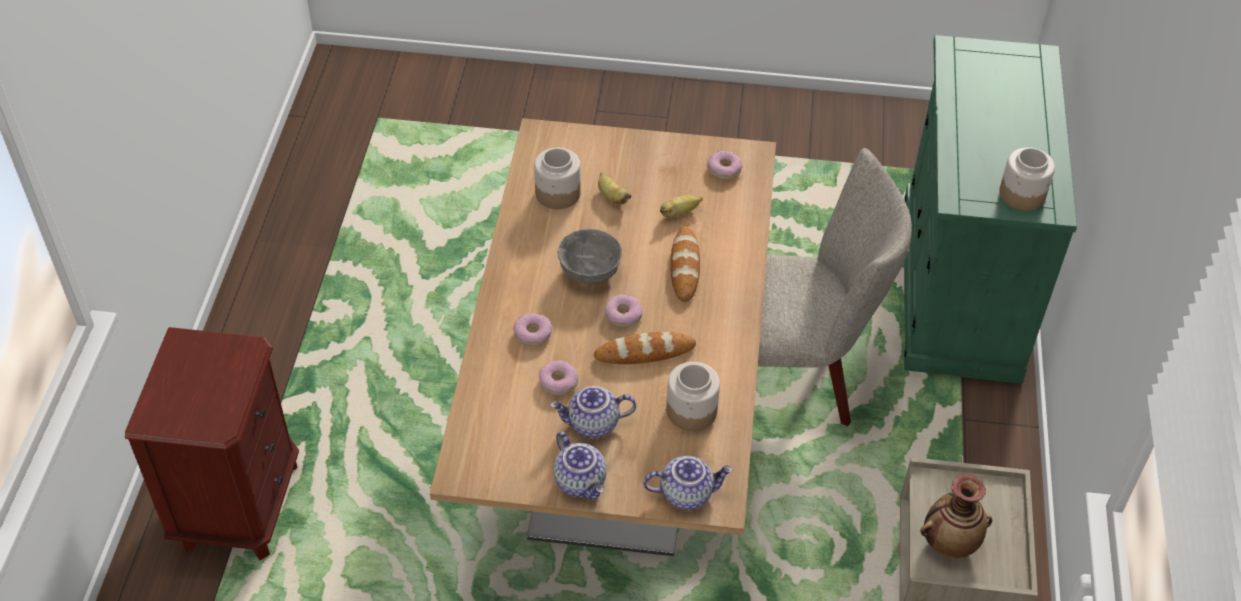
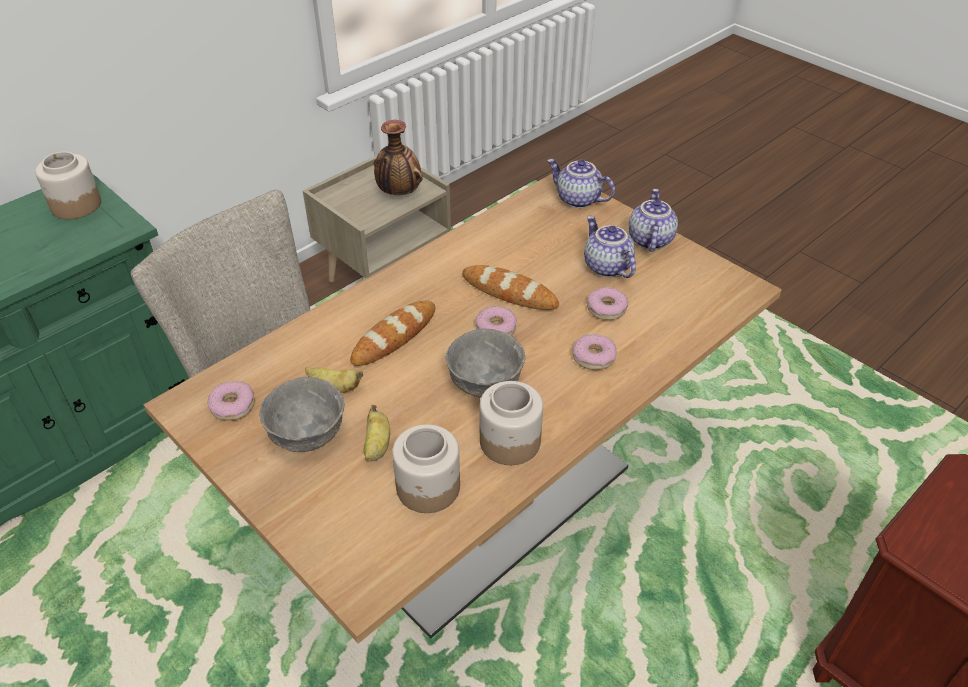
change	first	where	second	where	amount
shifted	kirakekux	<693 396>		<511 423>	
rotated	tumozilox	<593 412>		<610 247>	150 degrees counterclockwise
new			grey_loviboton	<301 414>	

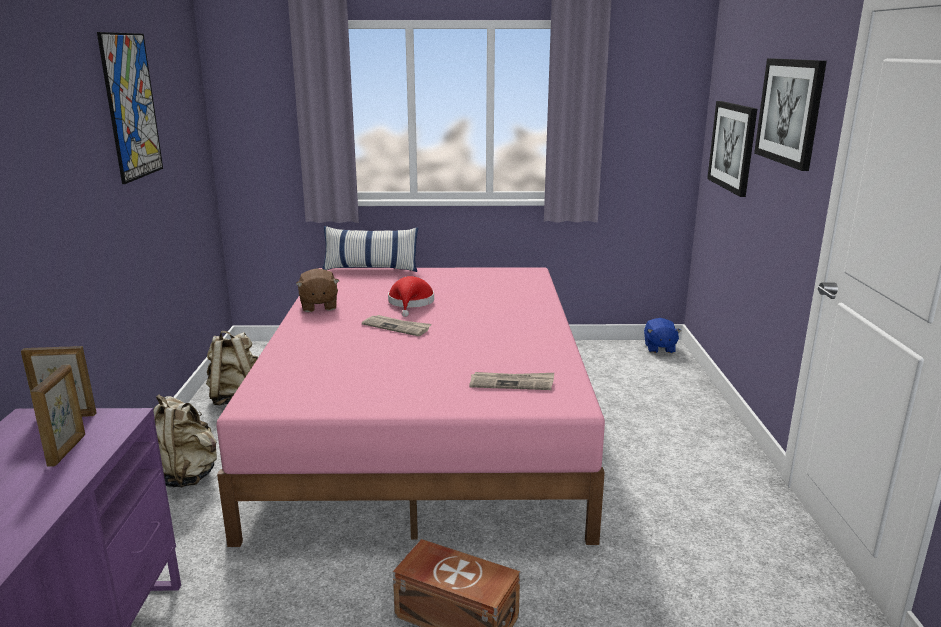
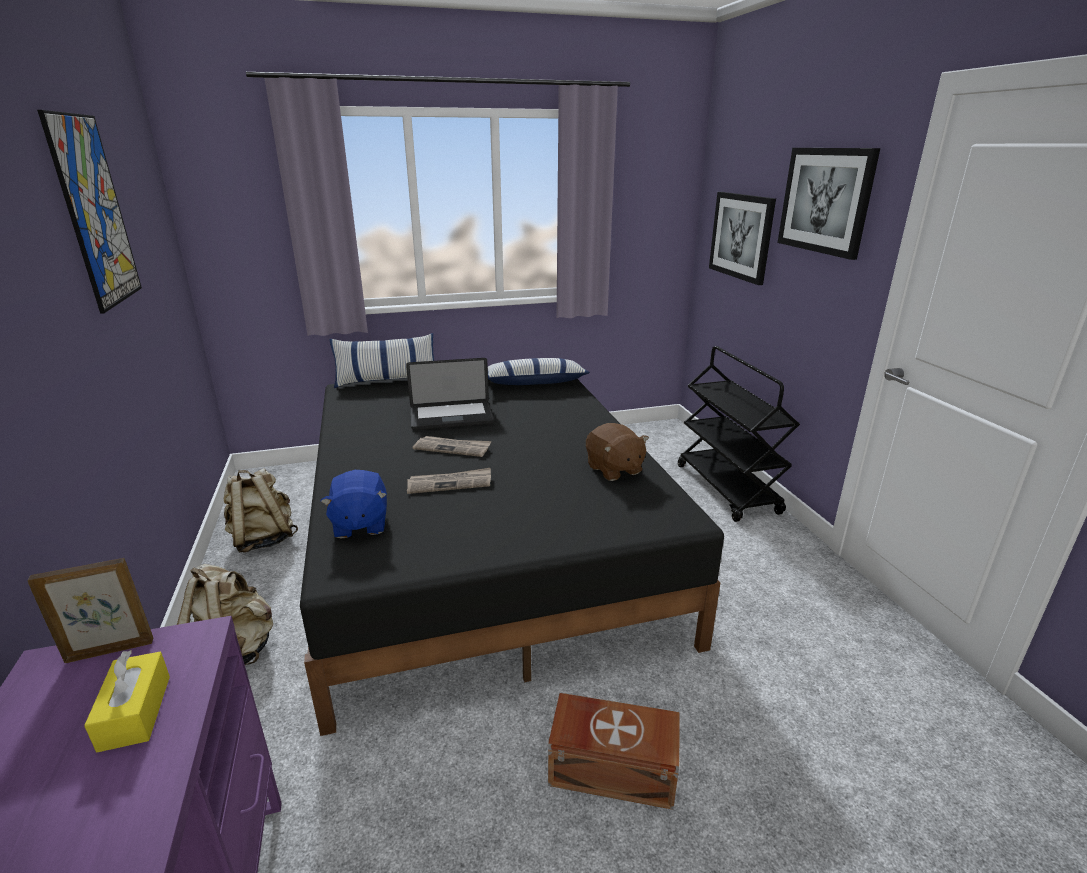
change	first	where	second	where	amount
repainted	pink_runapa	<410 407>	black_runapa	<512 557>	
shifted	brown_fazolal	<317 290>		<617 452>	
swapped	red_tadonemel	<411 296>	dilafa	<450 394>	
shifted	blue_fazolal	<663 335>		<354 504>	
swapped	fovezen	<57 416>	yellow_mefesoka	<127 701>	
shifted	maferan	<511 381>		<449 481>	
new			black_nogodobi	<739 434>	
new			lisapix	<539 371>	

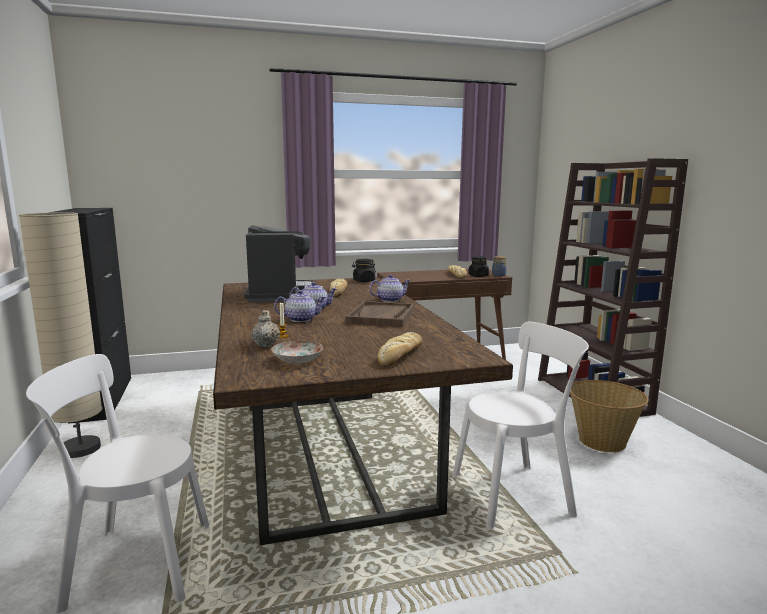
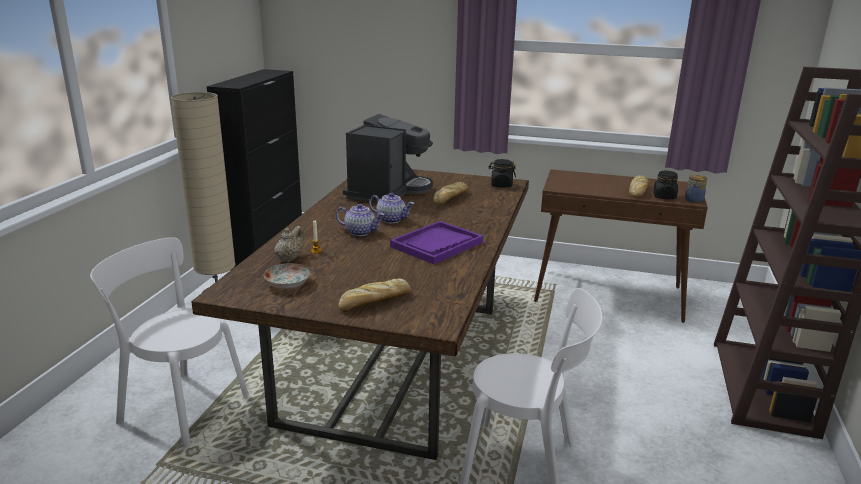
change	first	where	second	where	amount
gone	tumozilox	<390 288>			
repainted	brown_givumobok	<379 314>	purple_givumobok	<436 242>	
gone	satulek	<609 416>			

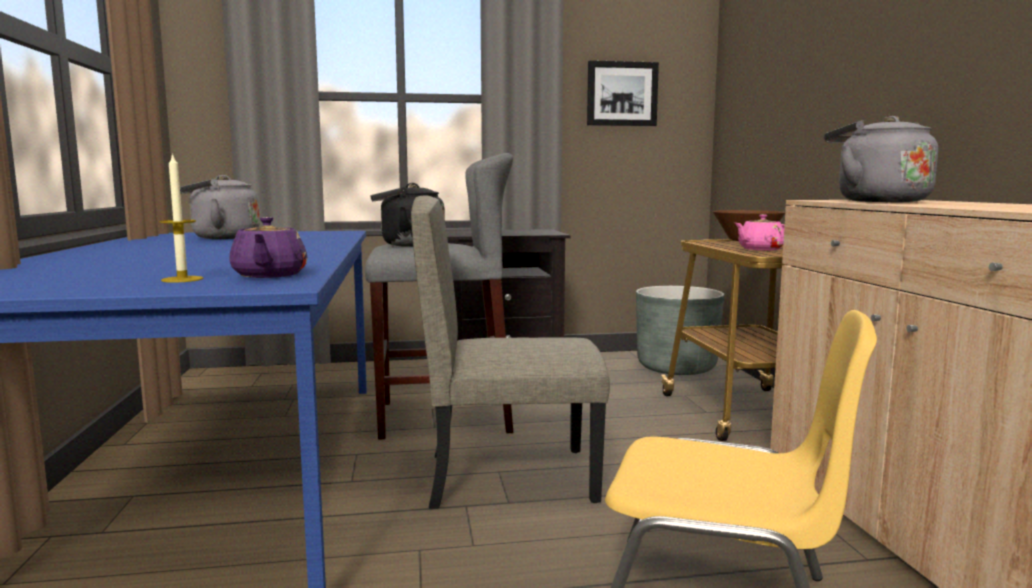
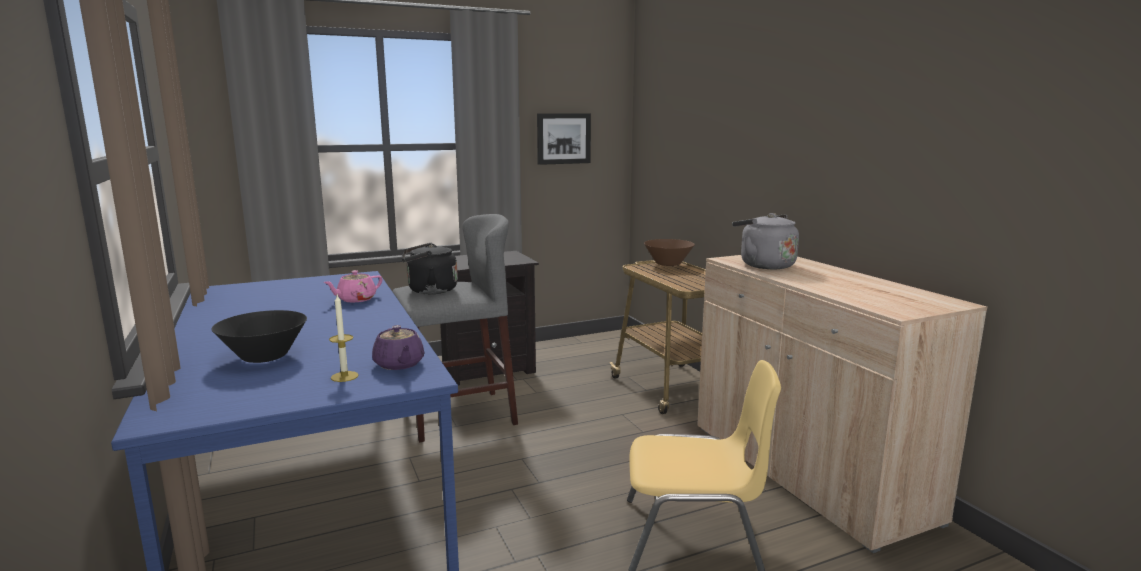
change	first	where	second	where	amount
gone	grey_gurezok	<220 207>			
gone	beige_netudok	<510 352>			
shifted	pink_tumozilox	<760 232>		<353 286>	
gone	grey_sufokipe	<680 330>			
new			black_loviboton	<259 336>	

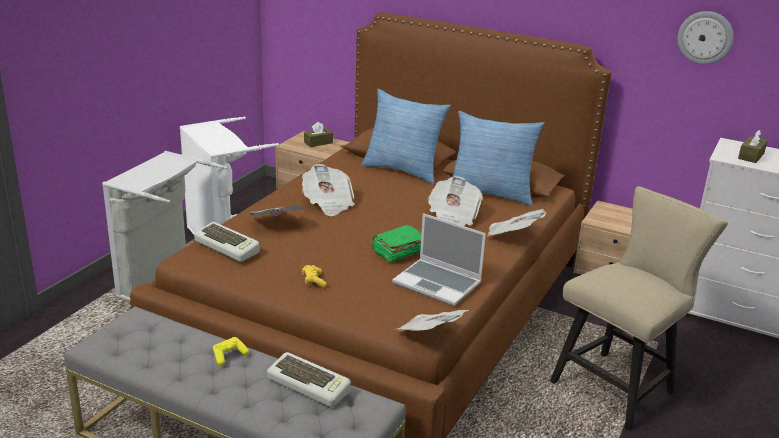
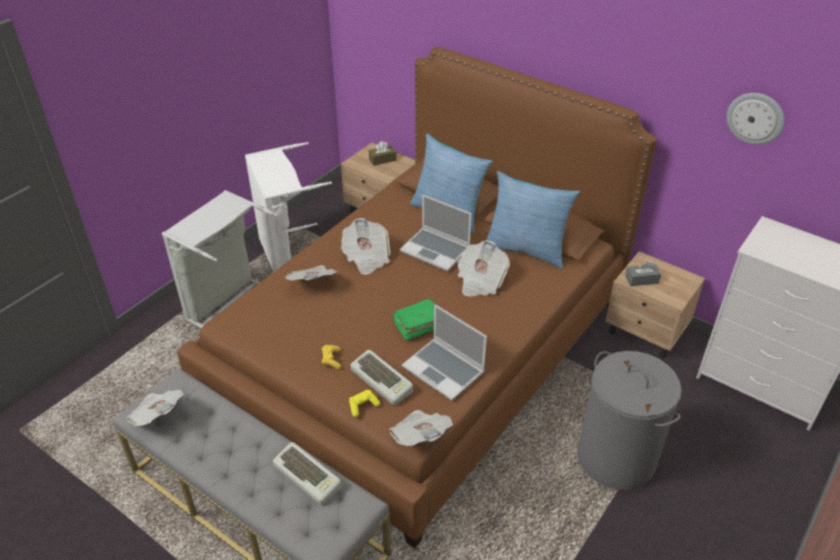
change	first	where	second	where	amount
gone	brown_mefesoka	<753 146>			
swapped	beige_netudok	<639 308>	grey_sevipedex	<629 420>	
shifted	maferan	<516 222>		<155 407>	
shifted	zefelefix	<226 242>		<381 377>	
shifted	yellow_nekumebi	<231 351>		<364 403>	
new			dilafa	<436 233>	
new			grey_mefesoka	<643 273>	

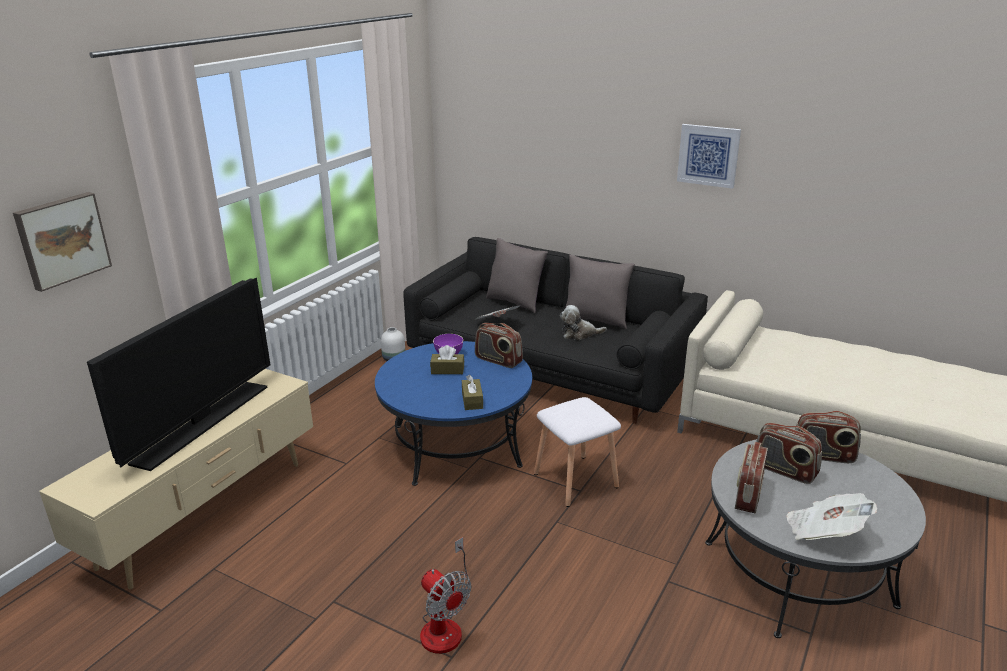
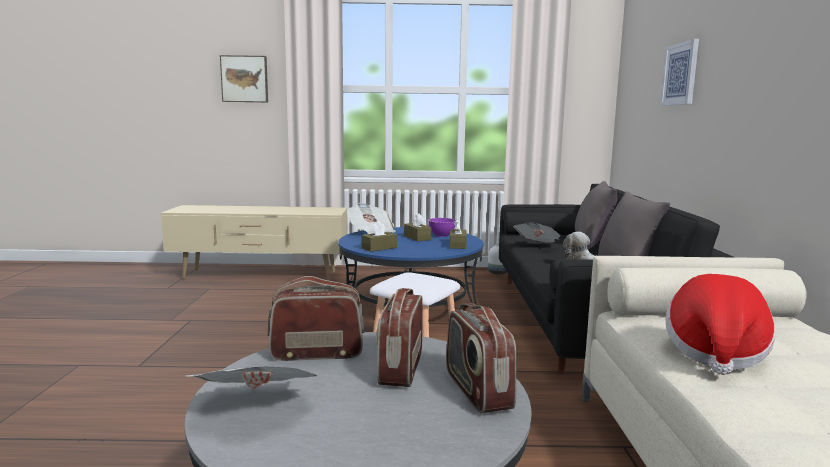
change	first	where	second	where	amount
shifted	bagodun	<709 156>		<679 72>	
gone	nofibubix	<178 374>			
swapped	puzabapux	<499 345>	brown_mefesoka	<458 234>	
gone	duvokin	<445 595>			
new			maferan	<372 218>	
new			tadonemel	<720 324>	

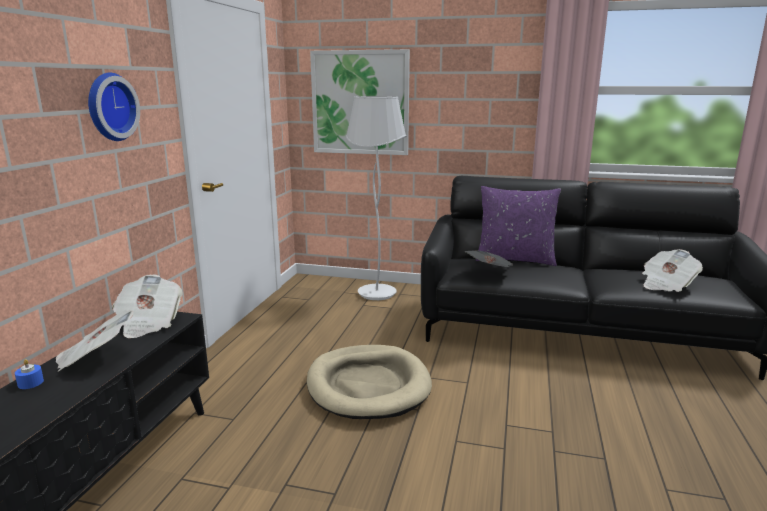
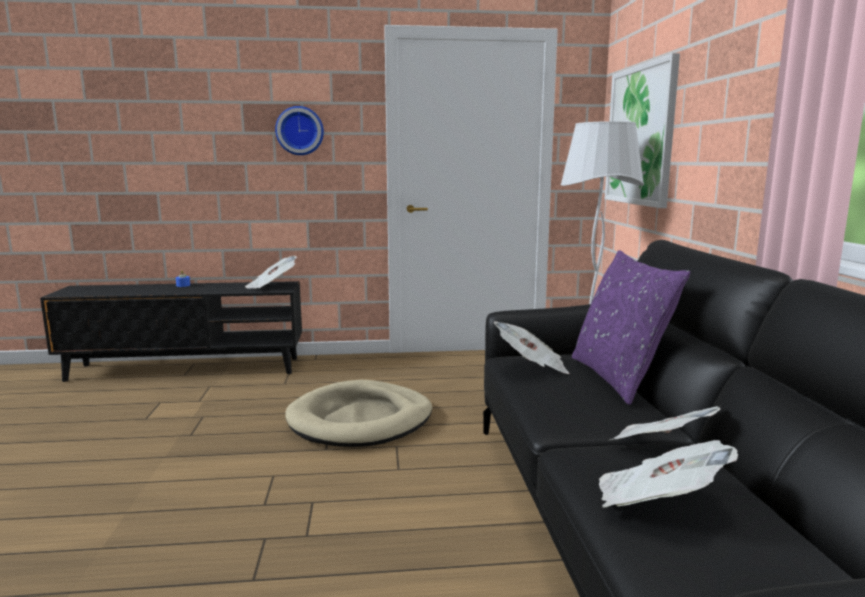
change	first	where	second	where	amount
shifted	maferan	<94 341>		<665 423>	

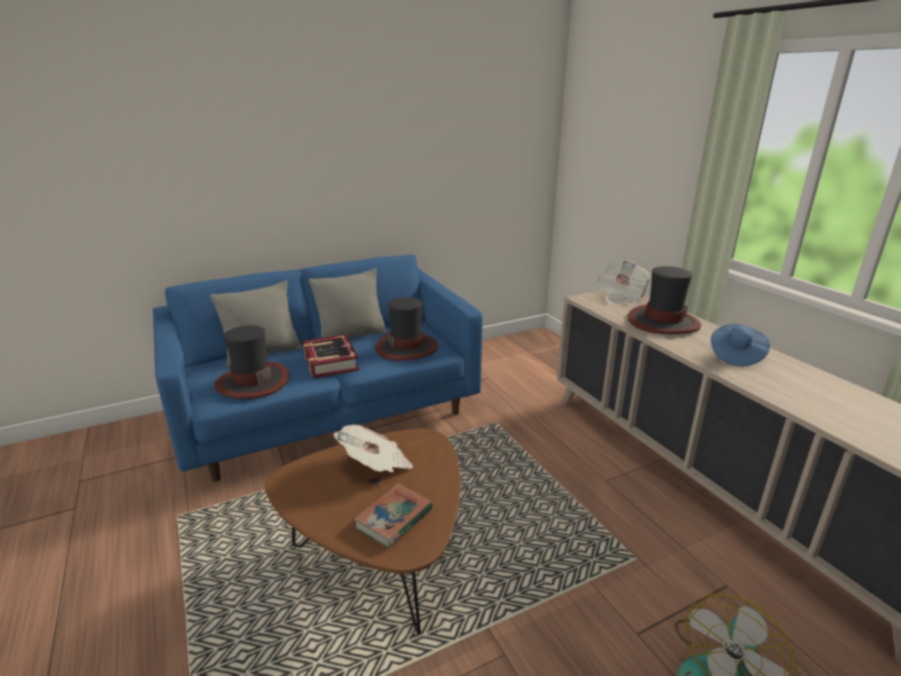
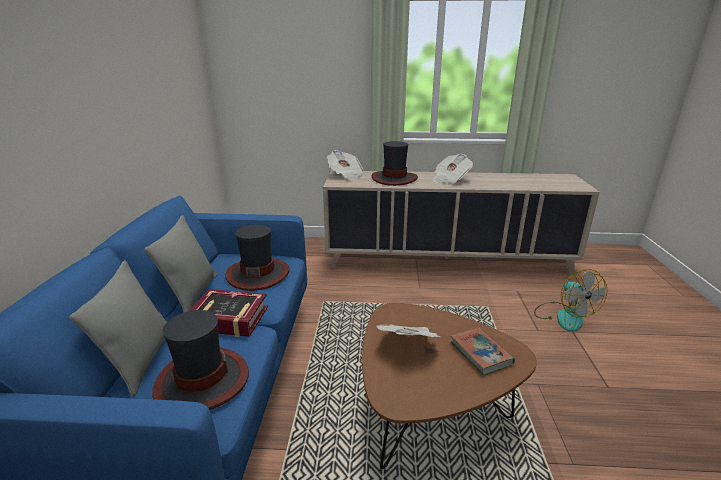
change	first	where	second	where	amount
swapped	blue_tadonemel	<740 345>	maferan	<453 168>	

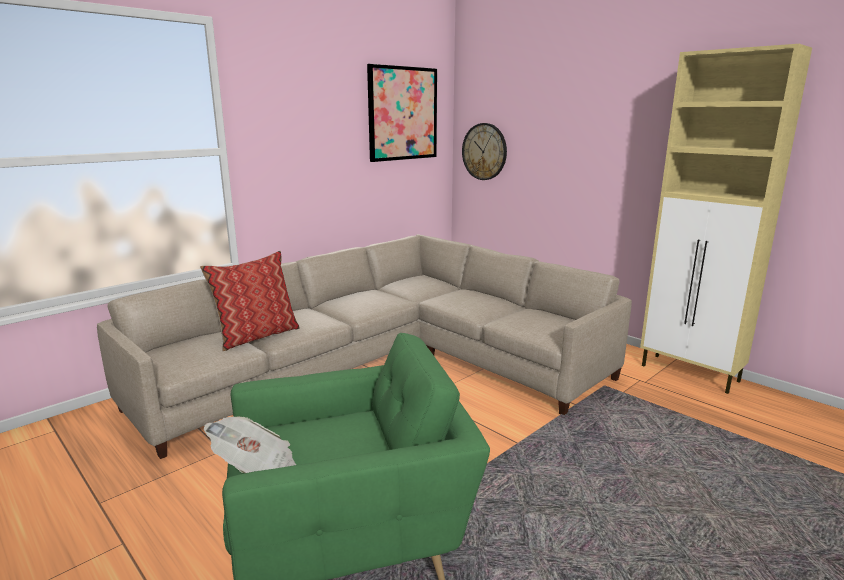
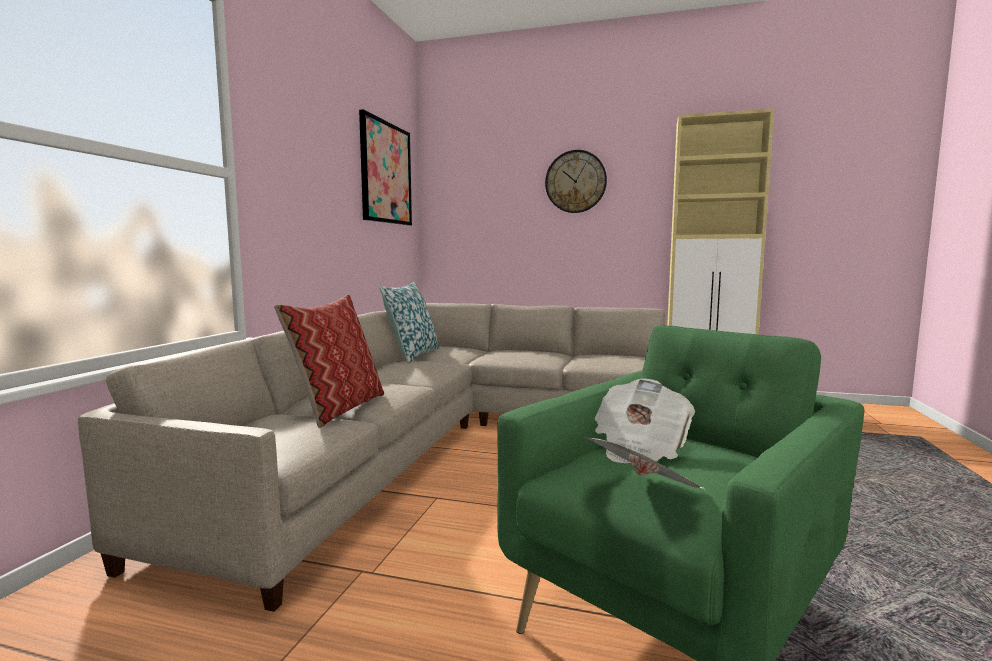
change	first	where	second	where	amount
shifted	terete	<484 151>		<576 181>	
new			lisapix	<409 322>	
new			maferan	<645 420>	

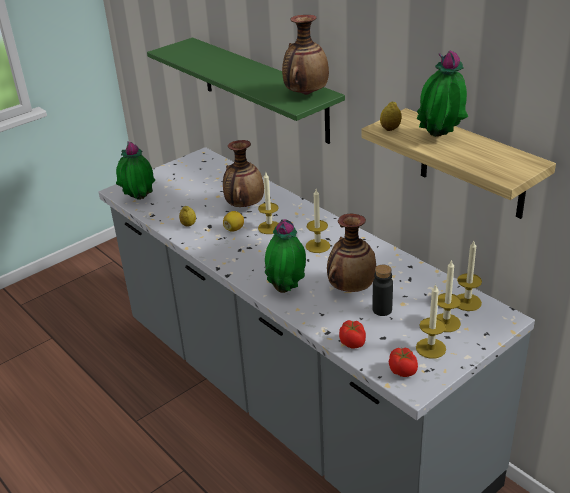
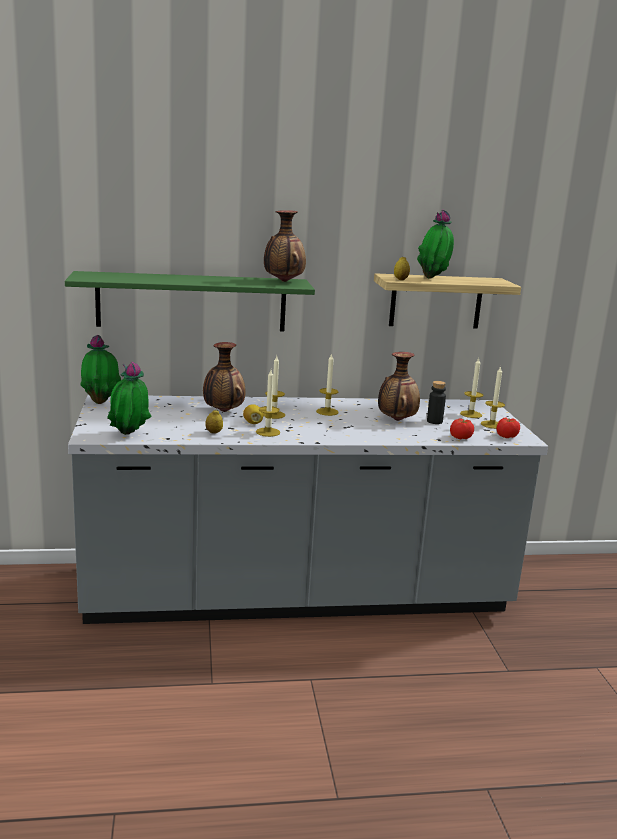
change	first	where	second	where	amount
shifted	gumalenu	<285 256>		<100 369>	
shifted	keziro	<469 276>		<268 403>	

